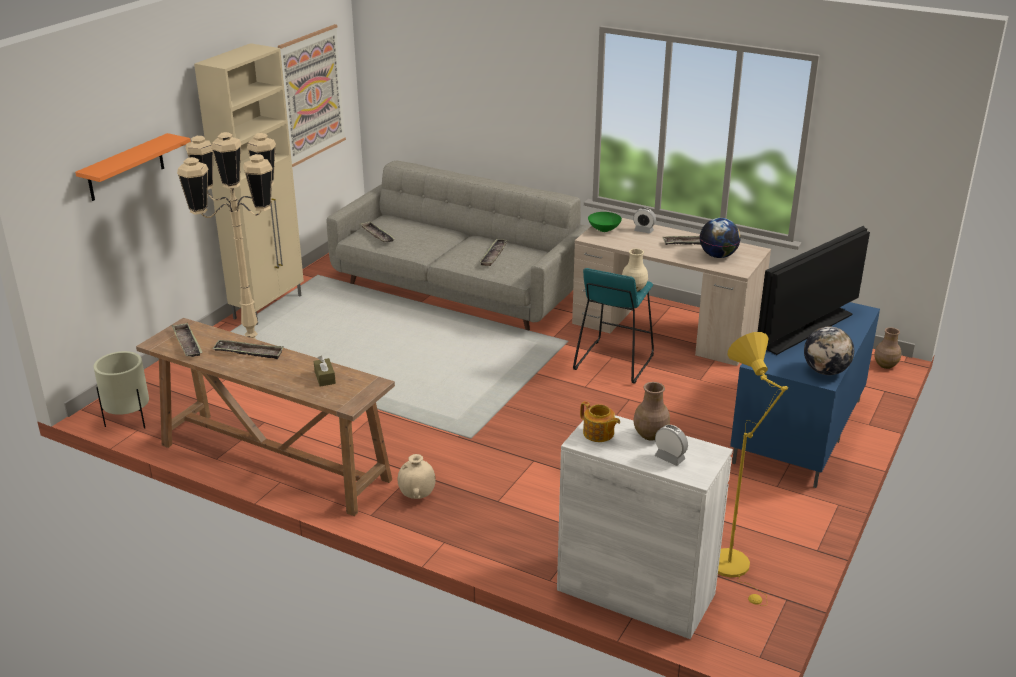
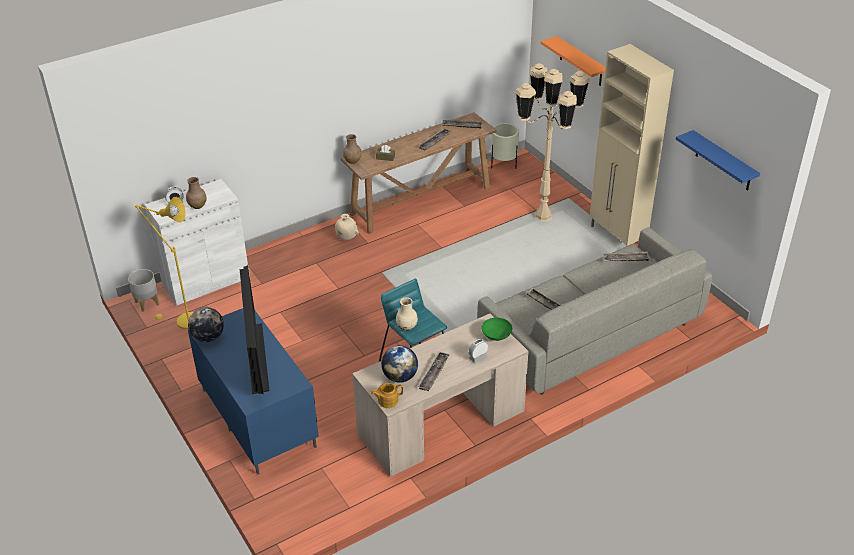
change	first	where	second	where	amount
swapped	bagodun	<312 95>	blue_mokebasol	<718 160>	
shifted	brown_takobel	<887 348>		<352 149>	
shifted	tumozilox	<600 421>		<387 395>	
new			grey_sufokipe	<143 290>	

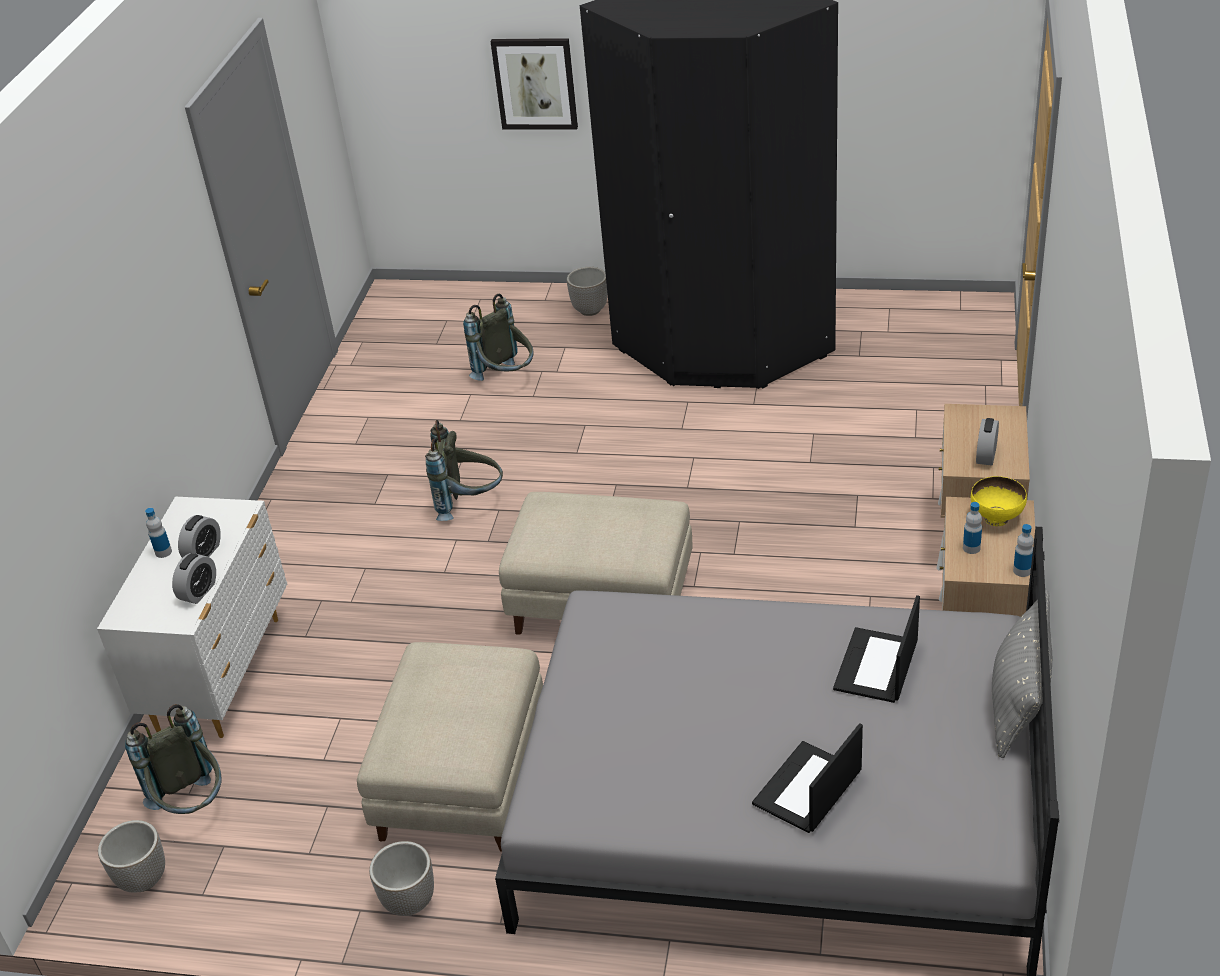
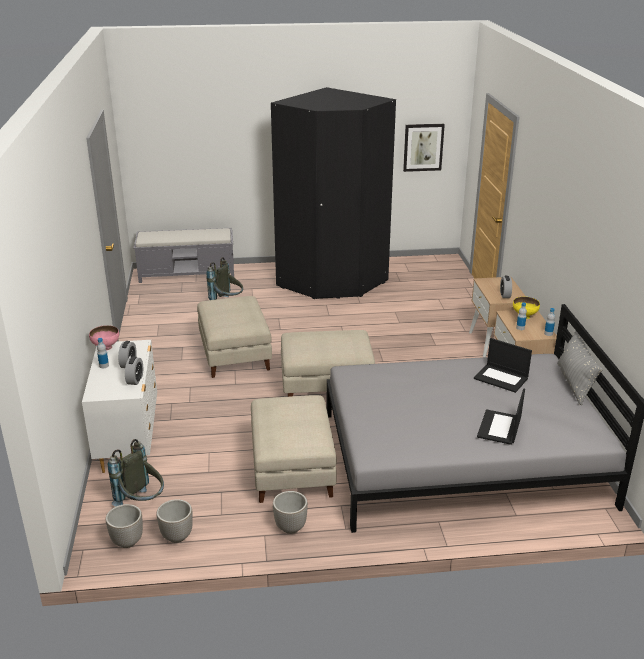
change	first	where	second	where	amount
shifted	bagodun	<534 84>		<424 148>	
shifted	sufokipe	<587 291>		<175 521>	
swapped	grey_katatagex	<464 470>	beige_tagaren	<234 337>	
rotated	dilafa	<876 649>		<503 365>	60 degrees counterclockwise
new			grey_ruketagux	<184 255>	
new			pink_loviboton	<104 337>	

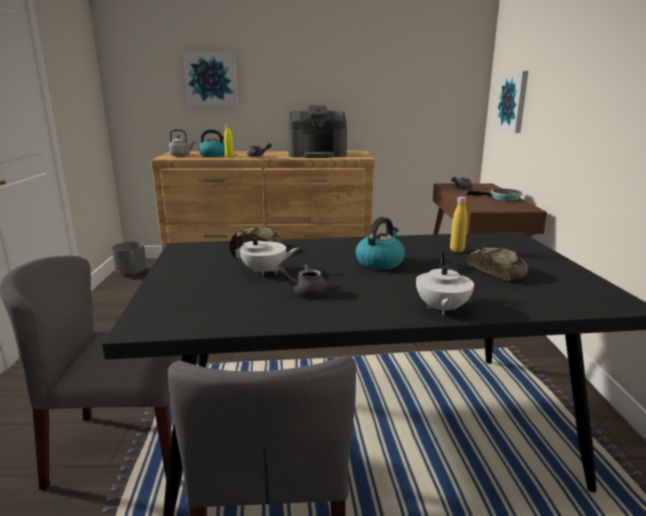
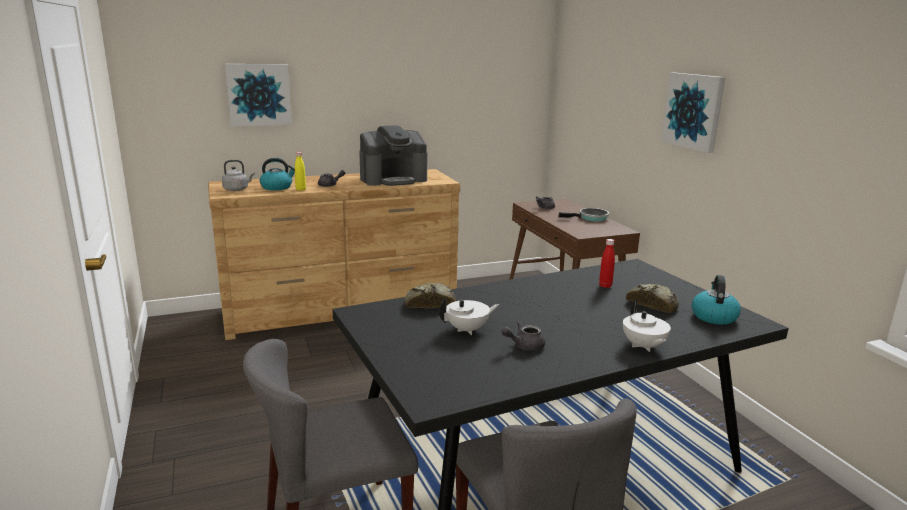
change	first	where	second	where	amount
shifted	bagodun	<511 102>		<693 113>	
repainted	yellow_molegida	<458 224>	red_molegida	<607 263>	
shifted	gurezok	<380 243>		<716 300>	
gone	grey_sufokipe	<129 258>			

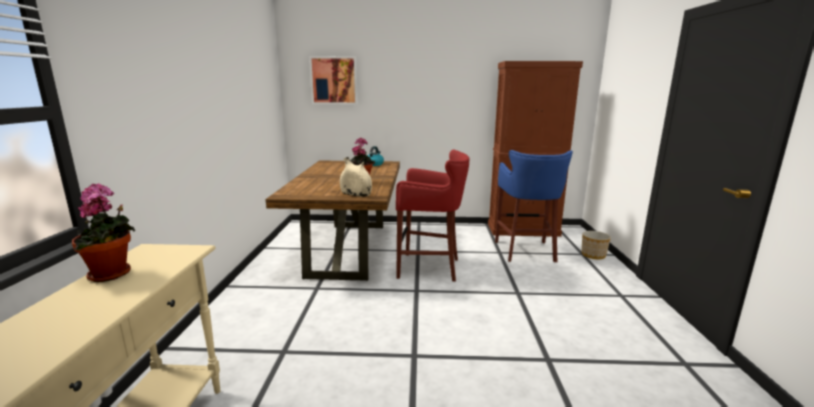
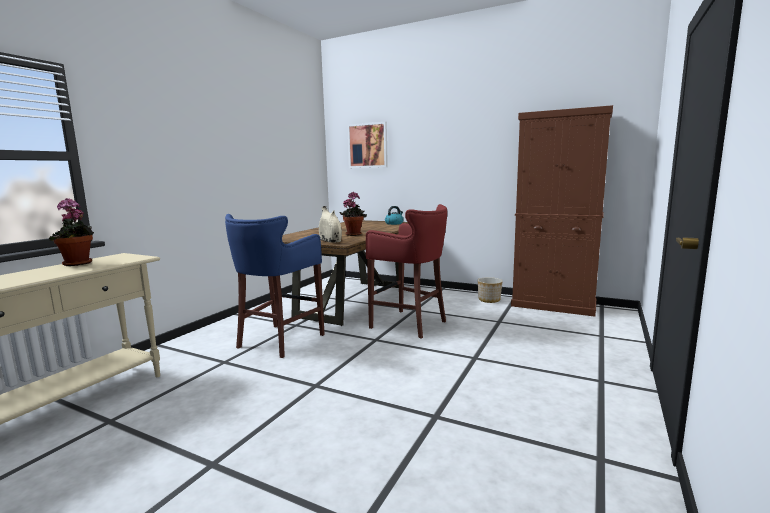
change	first	where	second	where	amount
shifted	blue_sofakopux	<534 206>		<275 286>	
shifted	sufokipe	<596 245>		<490 290>	

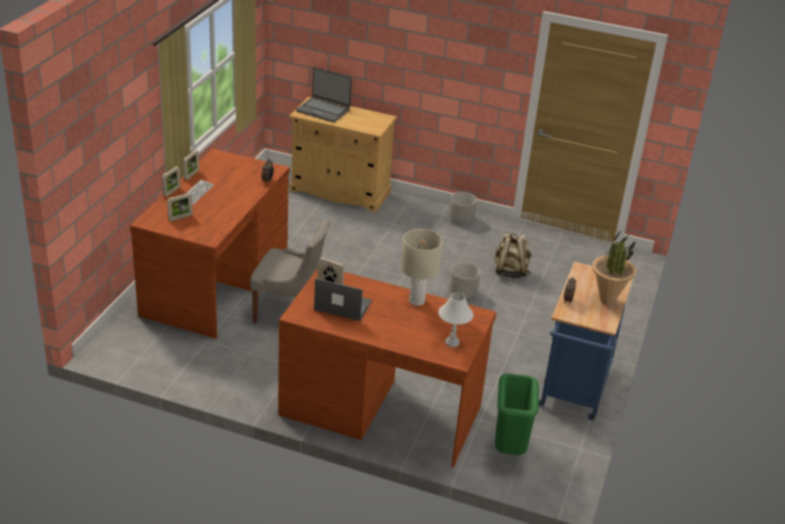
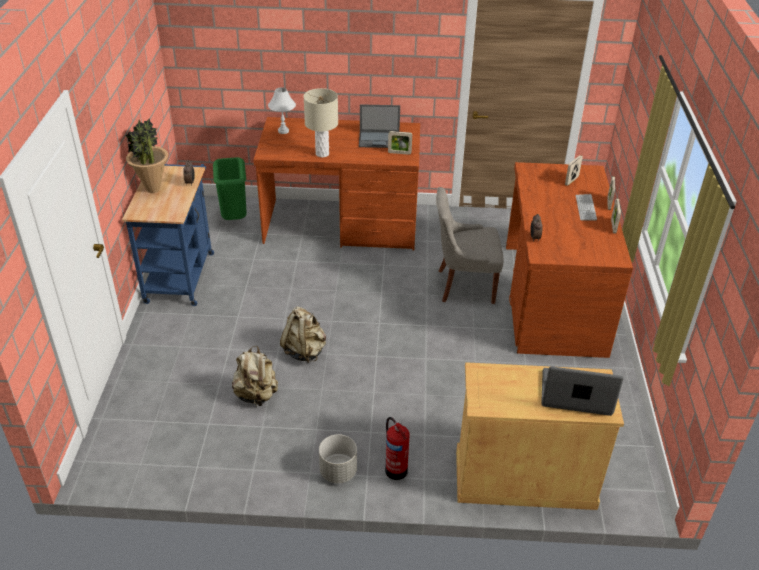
change	first	where	second	where	amount
swapped	grey_sufokipe	<464 280>	beige_katatagex	<303 335>	
new			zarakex	<397 448>	

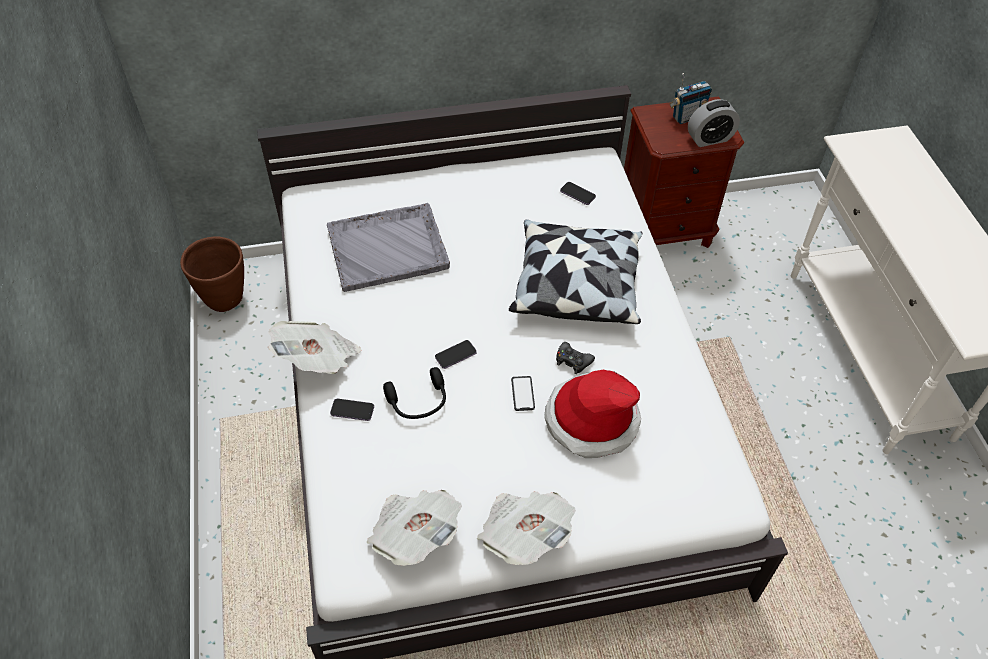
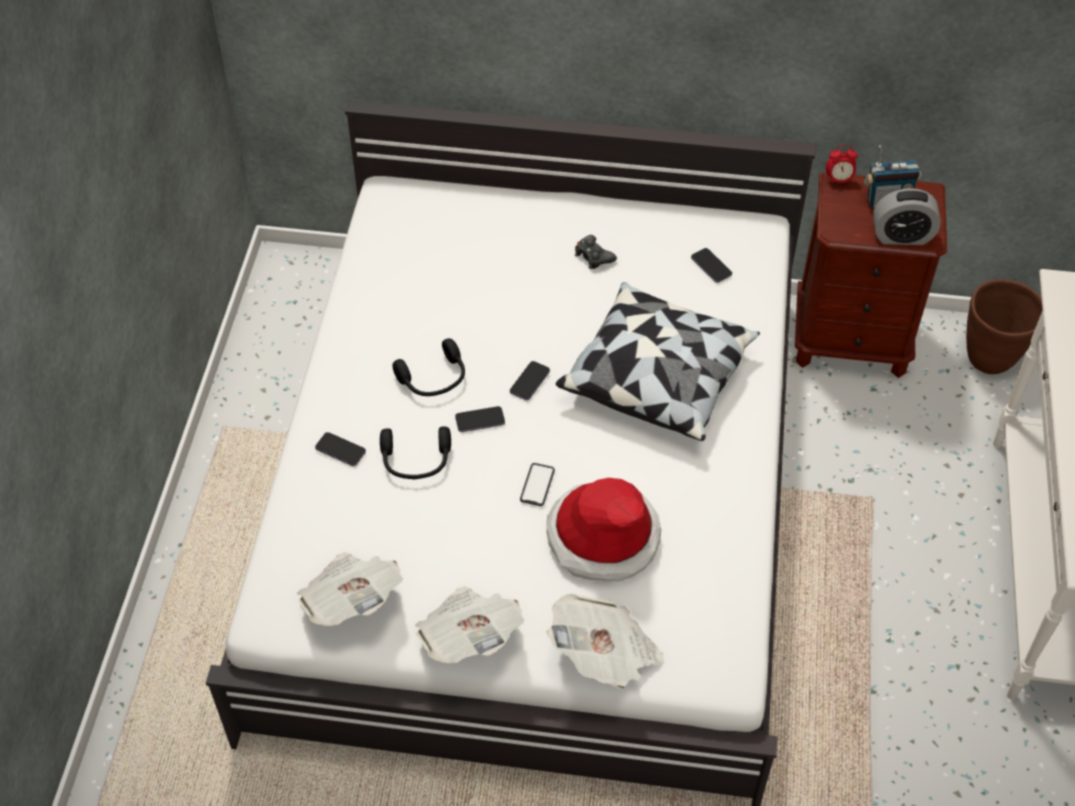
change	first	where	second	where	amount
gone	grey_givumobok	<388 247>			
shifted	brown_sufokipe	<212 274>		<1004 326>	
shifted	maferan	<314 347>		<605 641>	
shifted	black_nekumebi	<575 358>		<596 252>	
new			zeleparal	<842 165>	
new			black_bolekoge	<428 367>	
new			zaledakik	<530 381>	

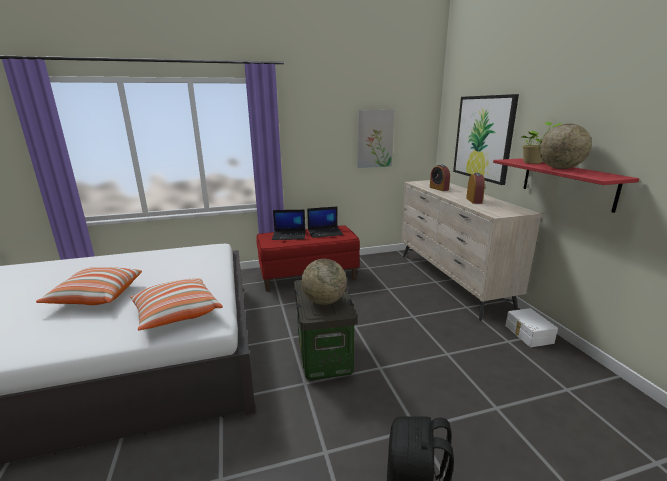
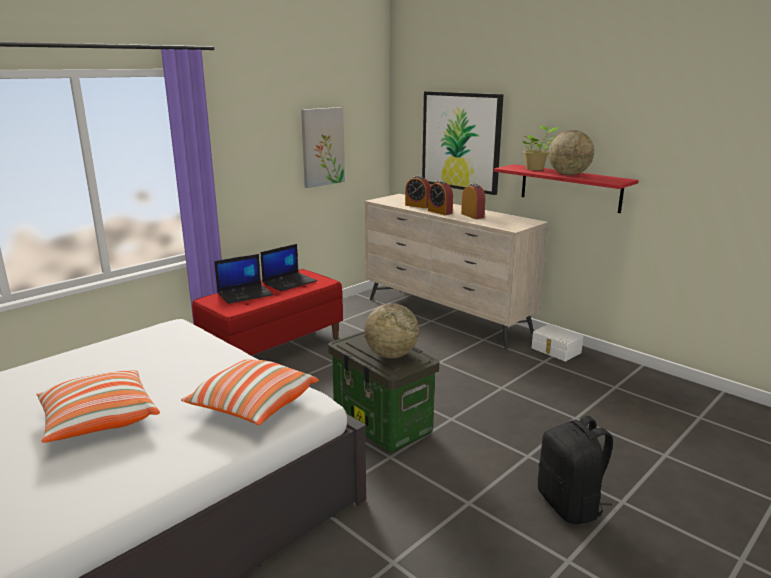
change	first	where	second	where	amount
new			zeleparal	<440 198>	

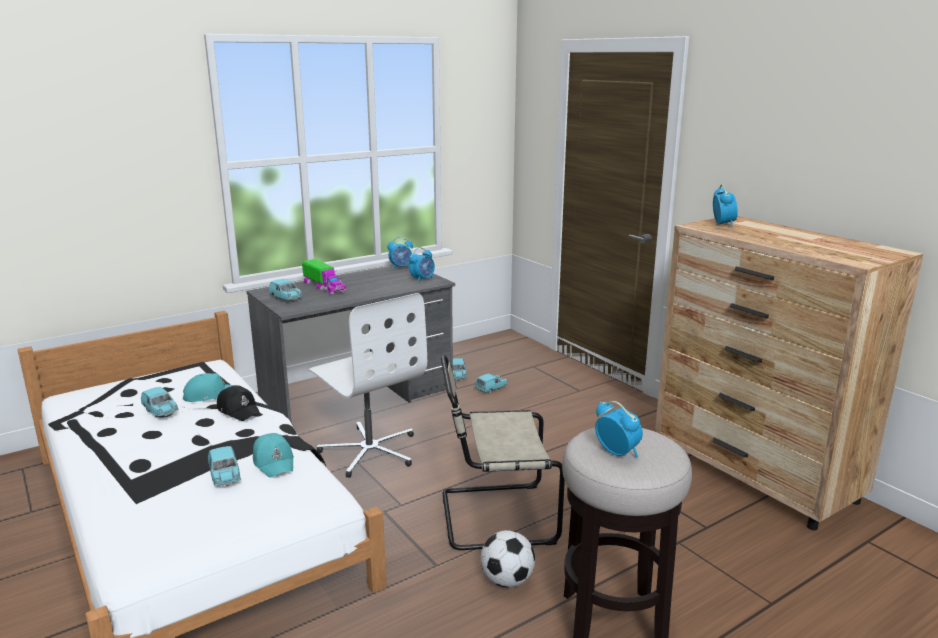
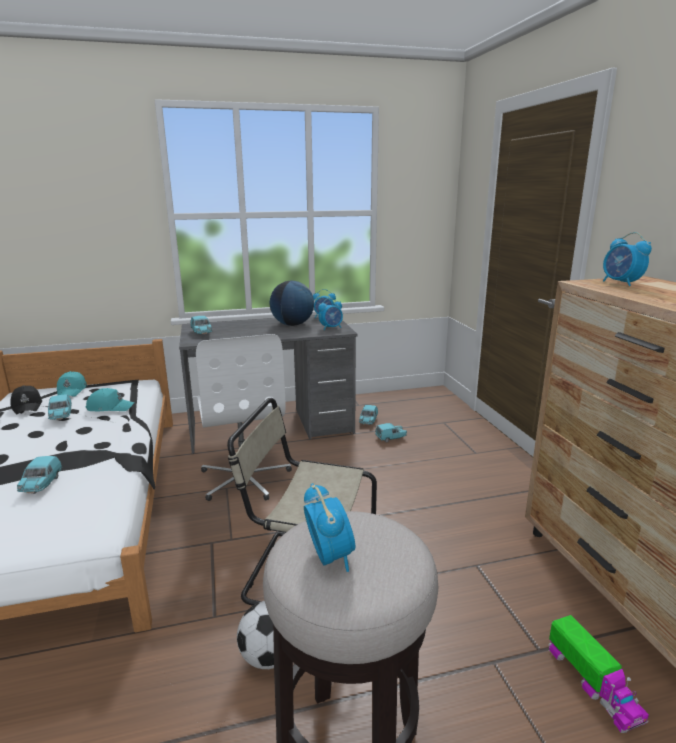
change	first	where	second	where	amount
rotated	zeleparal	<725 206>		<627 259>	135 degrees clockwise
shifted	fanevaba	<324 277>		<599 674>	
shifted	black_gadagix	<238 403>		<26 400>	
shifted	turquoise_gadagix	<273 455>		<72 384>	
new			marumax	<292 303>	

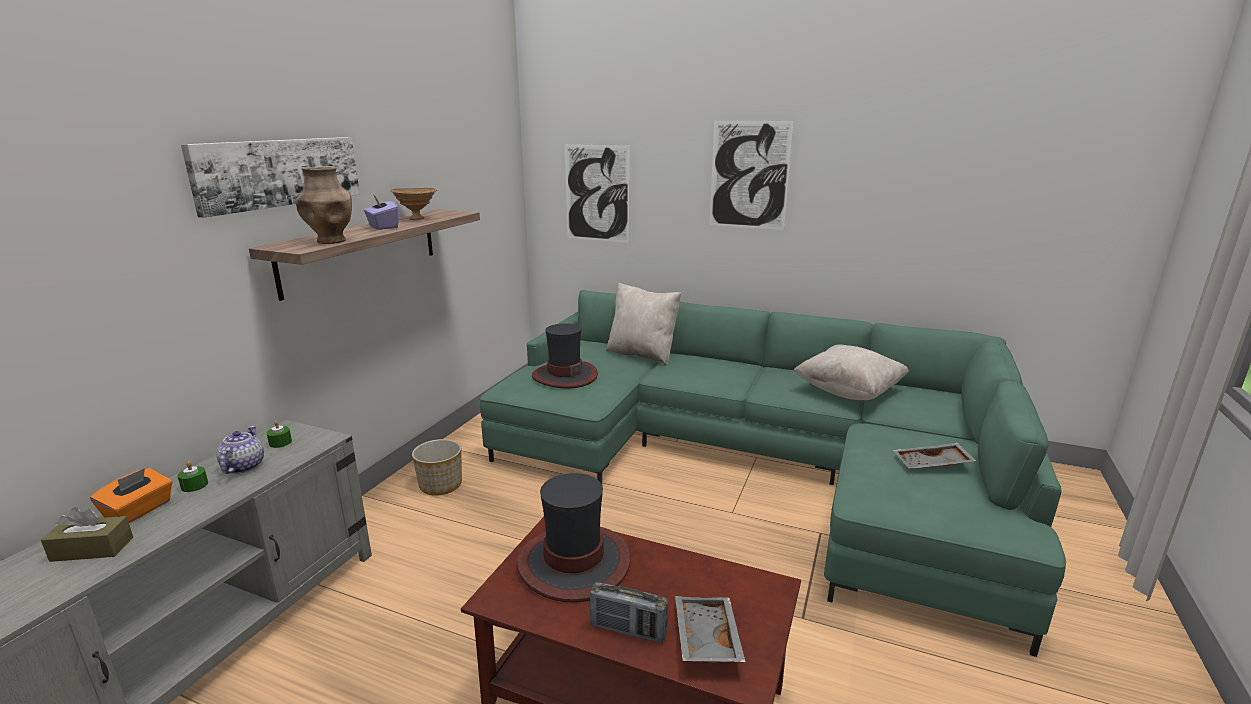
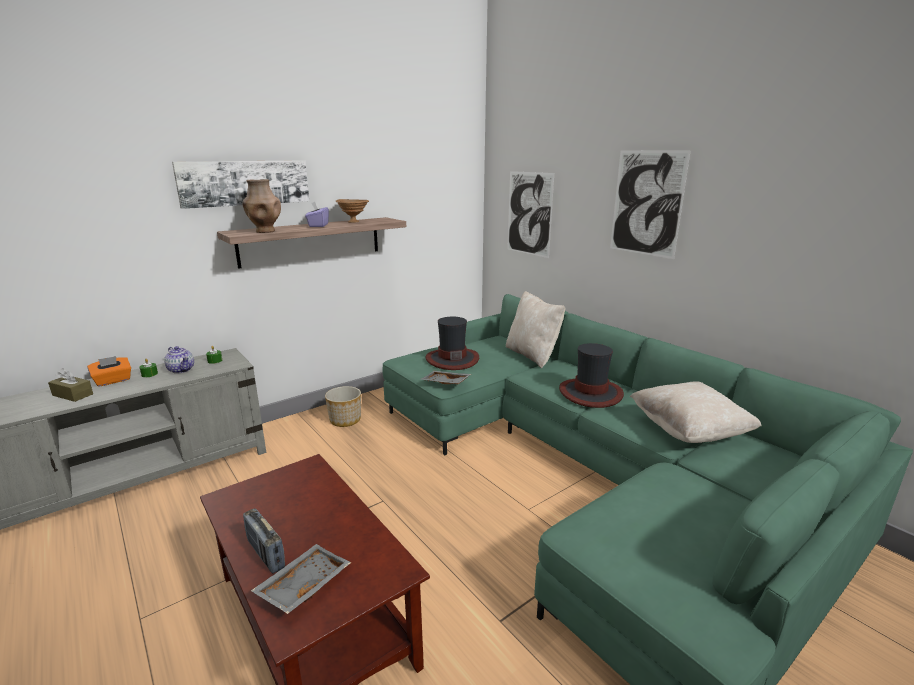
change	first	where	second	where	amount
rotated	tumozilox	<240 450>		<179 360>	105 degrees clockwise
shifted	grey_givumobok	<934 455>		<446 377>	
shifted	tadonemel	<574 538>		<591 375>	

